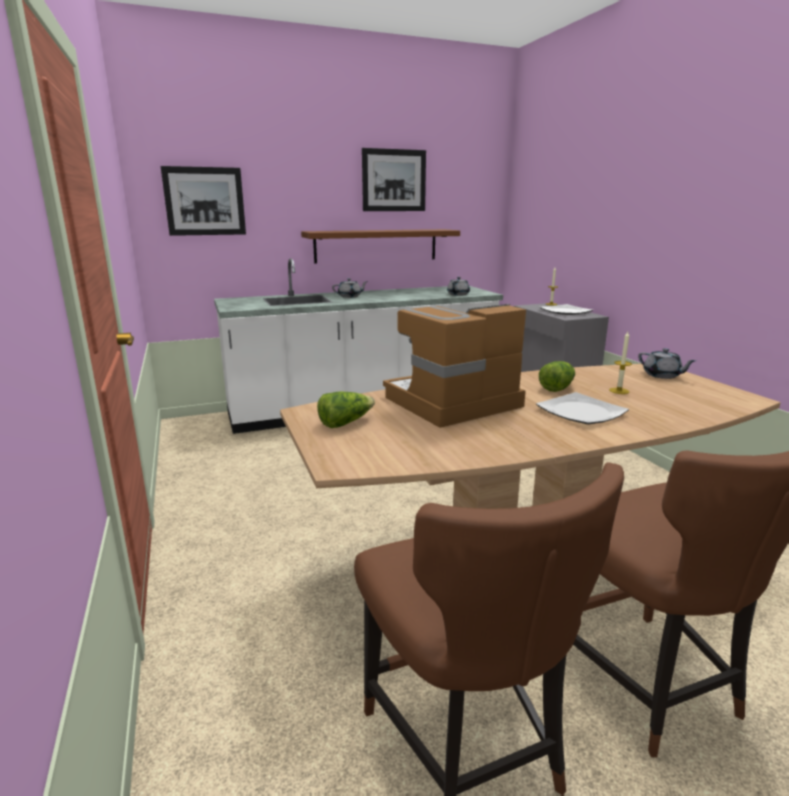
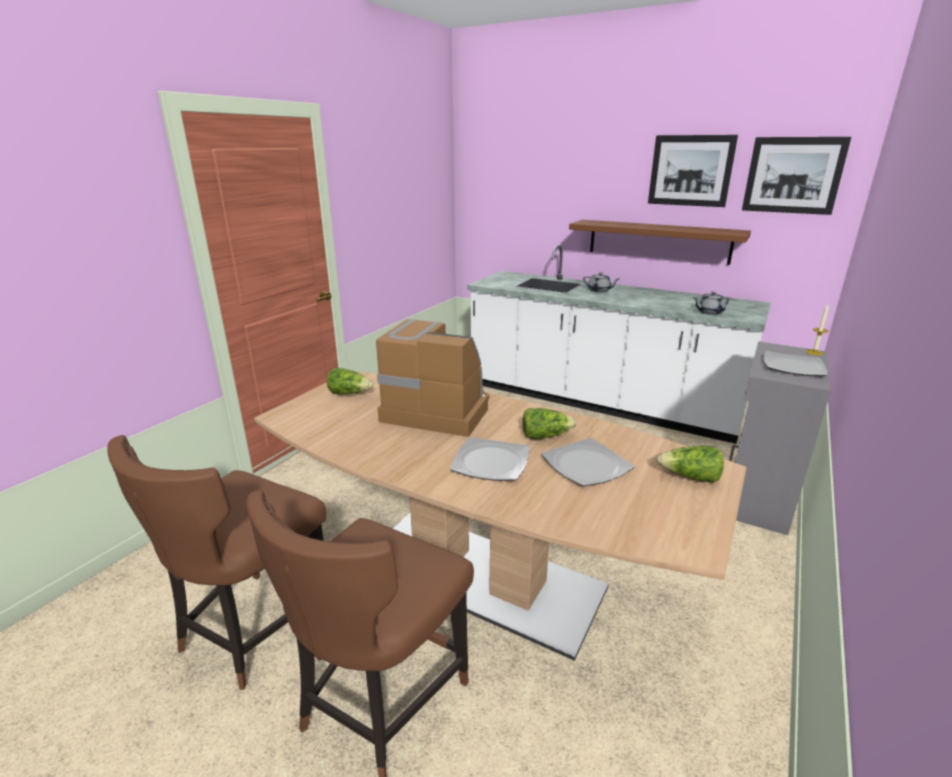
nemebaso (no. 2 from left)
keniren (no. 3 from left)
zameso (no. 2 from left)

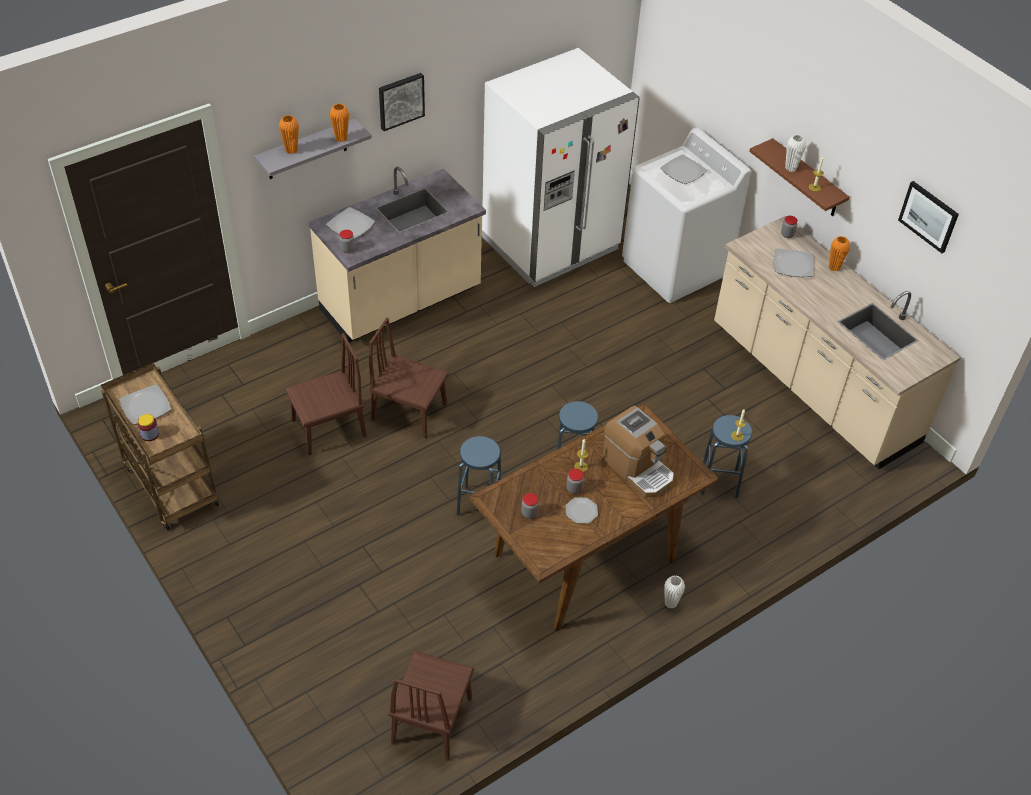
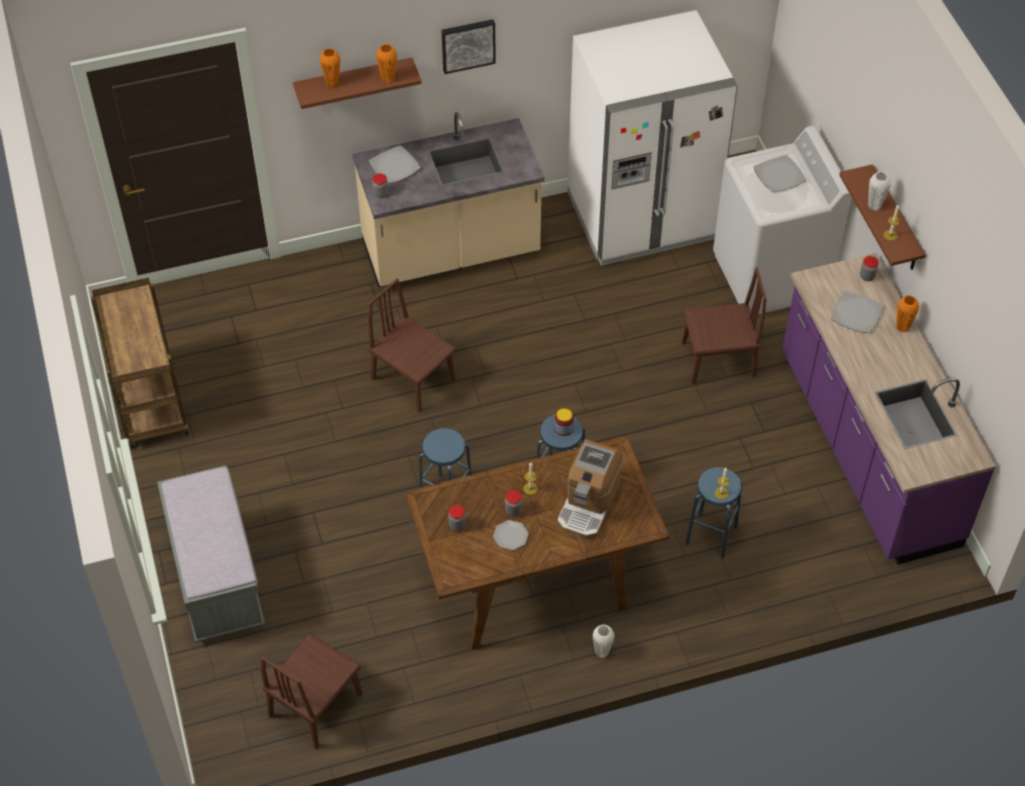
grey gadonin
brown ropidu (no. 1 from left)
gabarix (no. 4 from left)
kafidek
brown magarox (no. 3 from left)
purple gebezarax
nemebaso (no. 1 from left in the first image)
zameso (no. 2 from left in the first image)

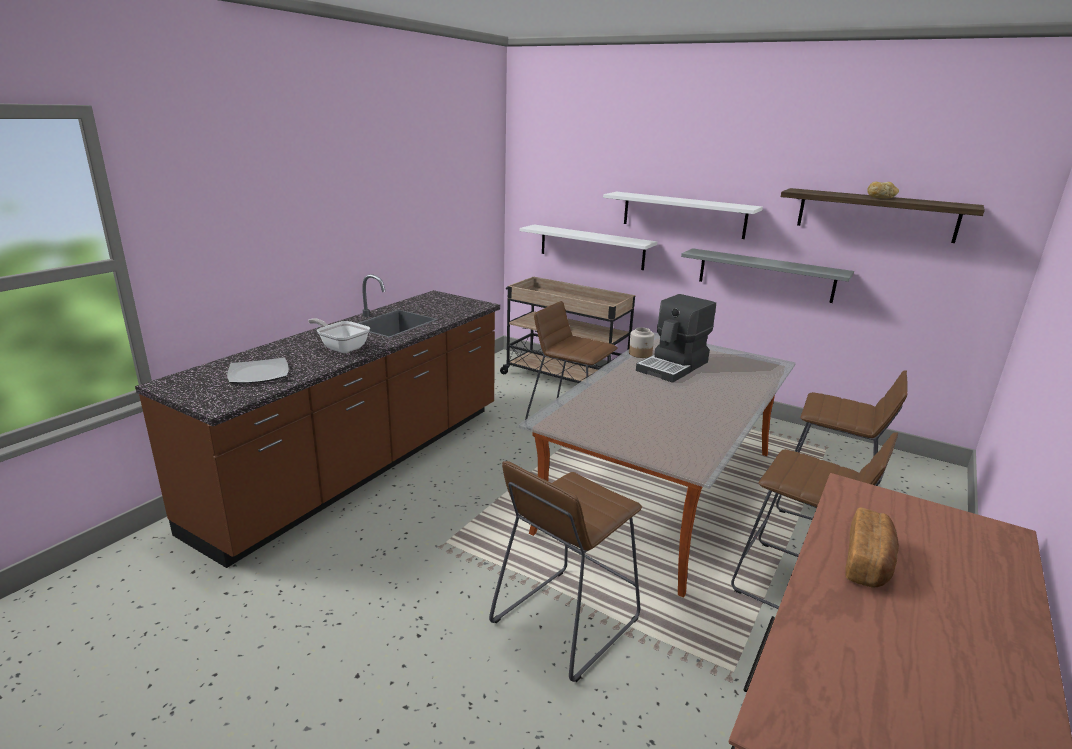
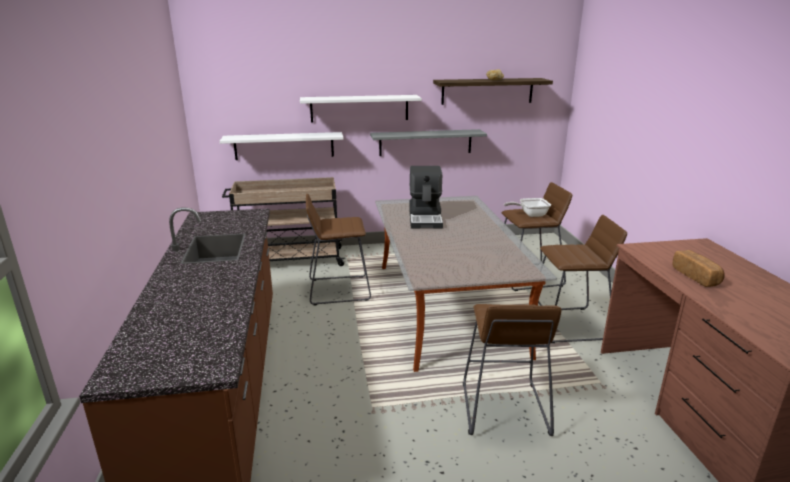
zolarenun
nemebaso
gabarix

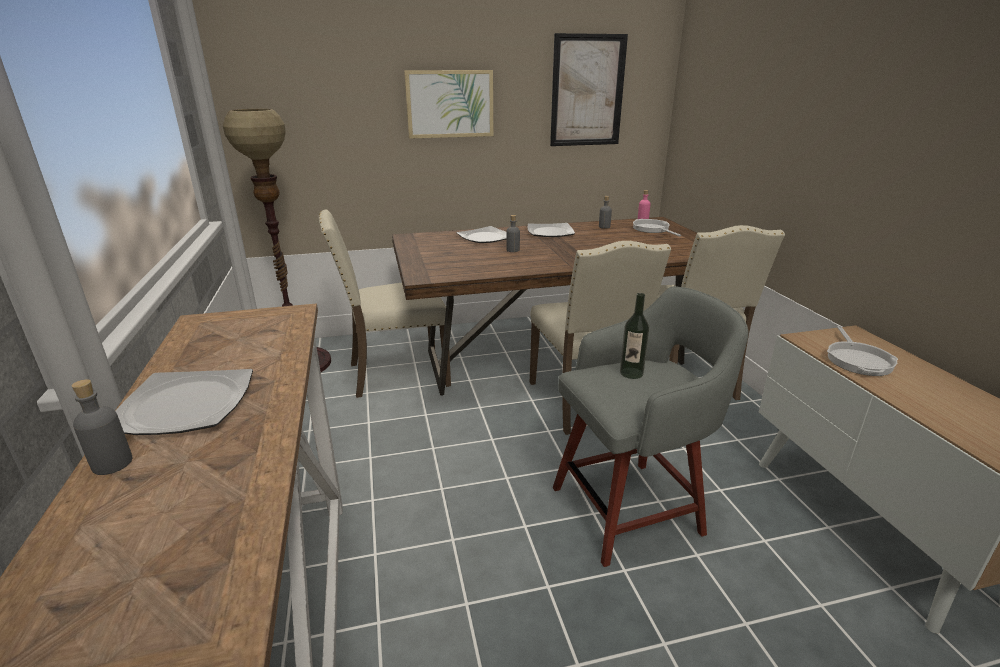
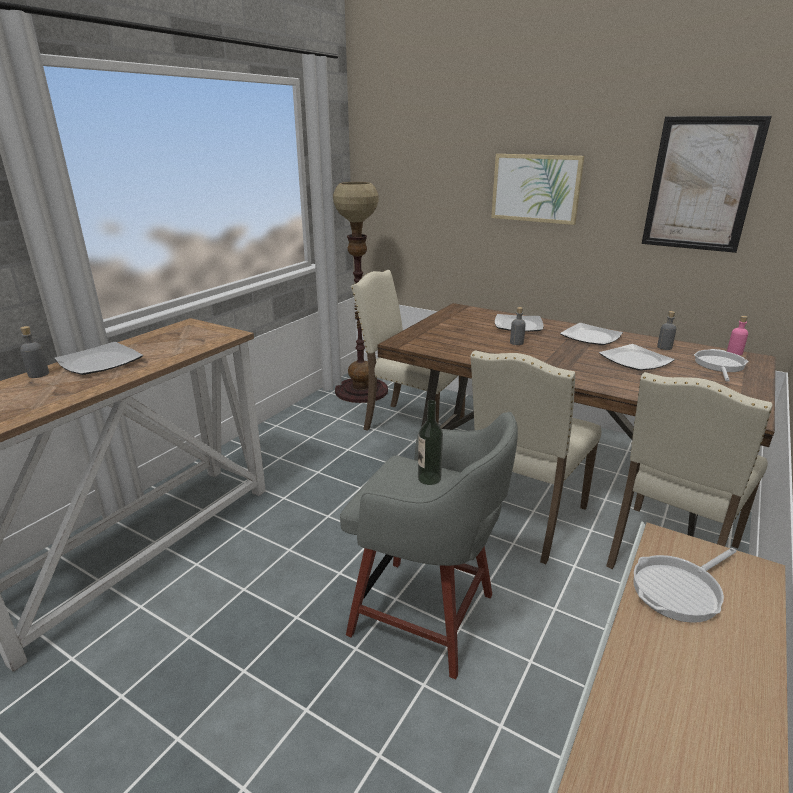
nemebaso (no. 4 from left)

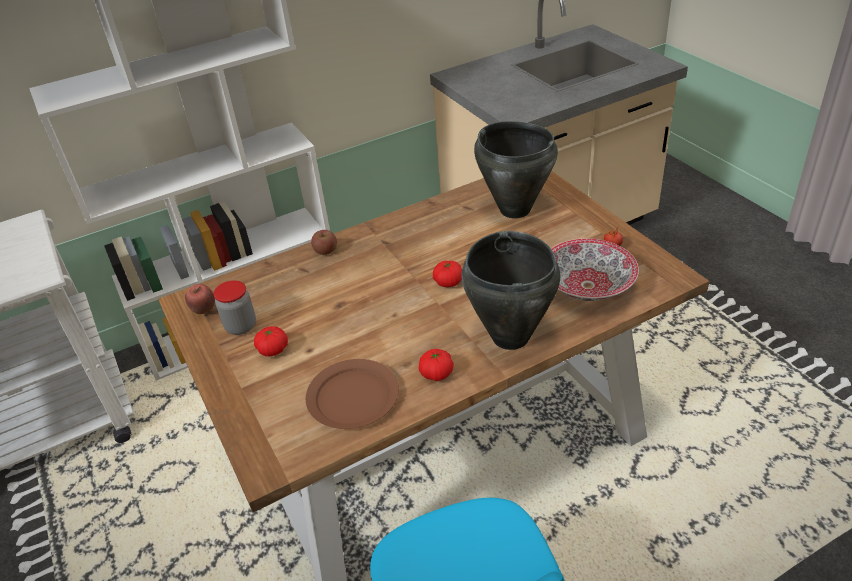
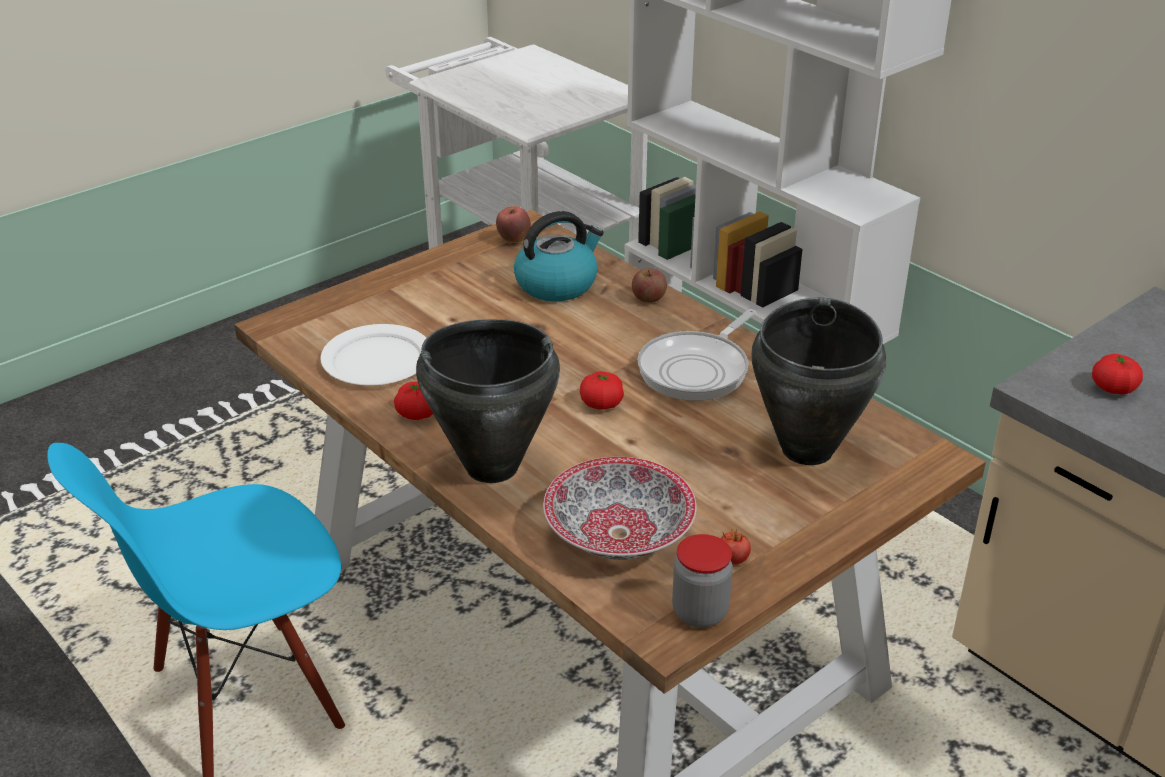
white nemebaso
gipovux
zolarenun
gabarix
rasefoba (no. 4 from left)

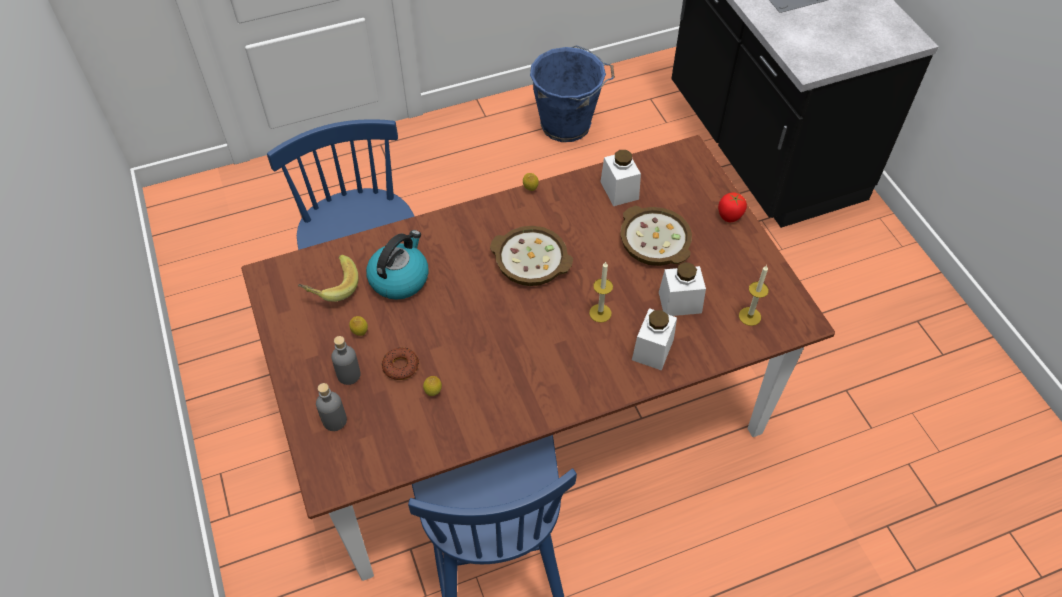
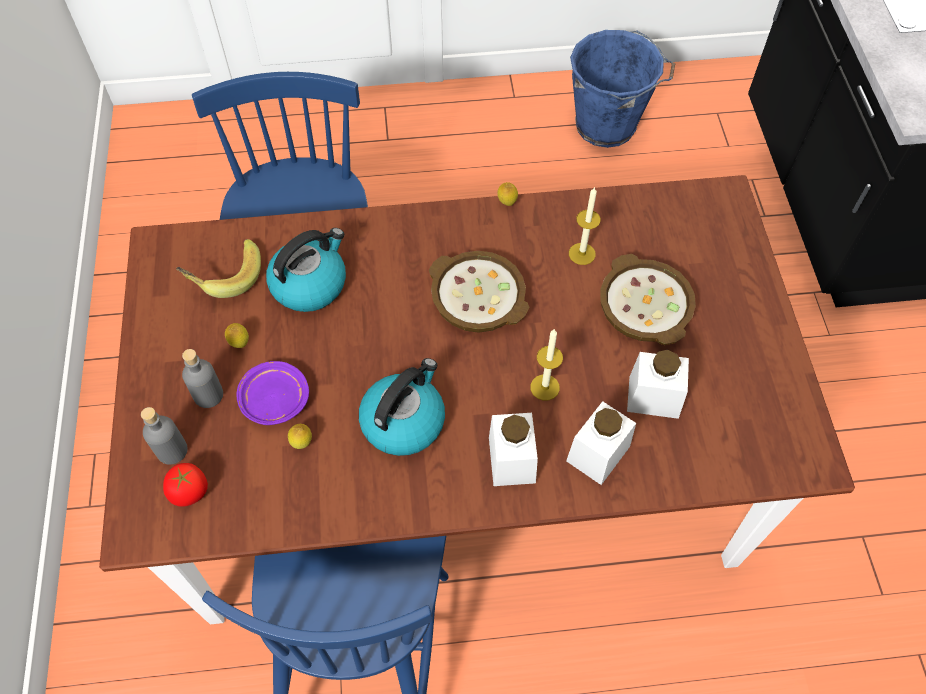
rasefoba
purple nemebaso
gipovux (no. 2 from left)
white gabarix (no. 1 from left)
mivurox (no. 2 from left)

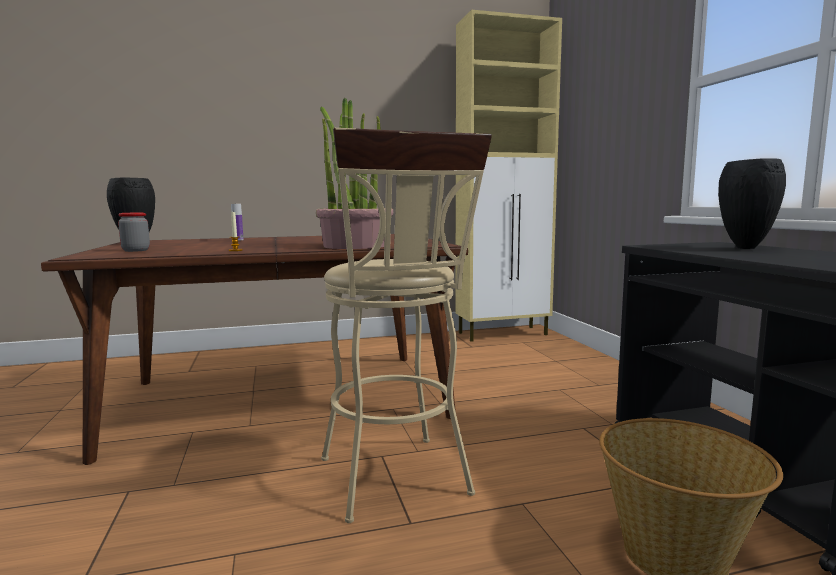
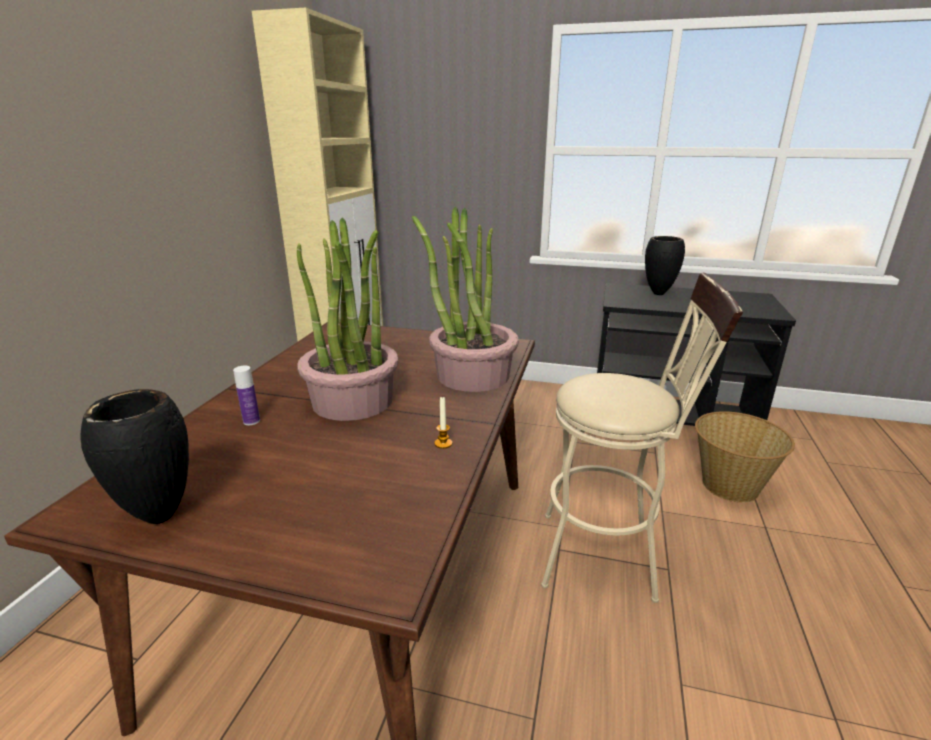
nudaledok (no. 1 from left)
gabarix

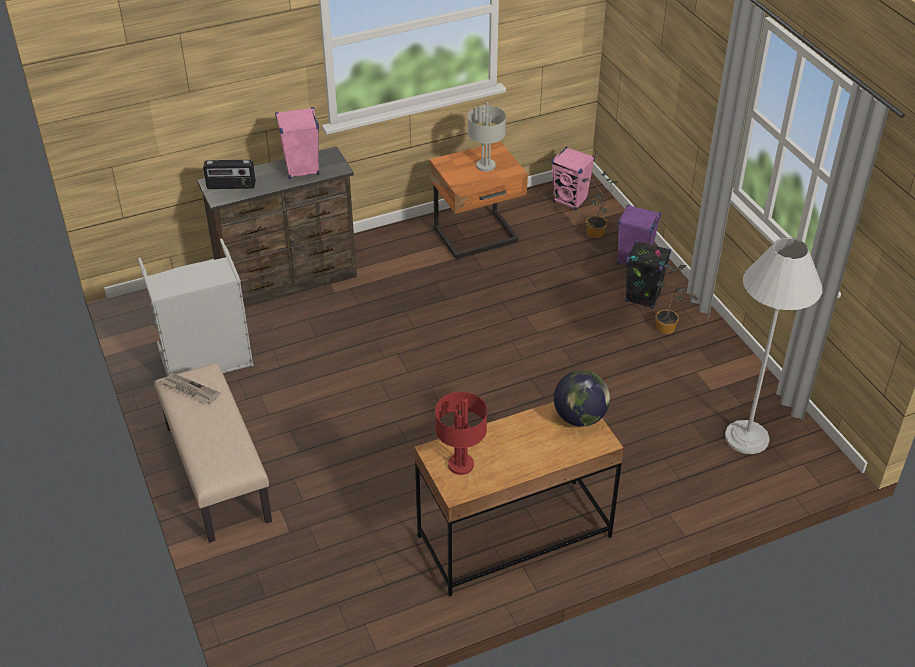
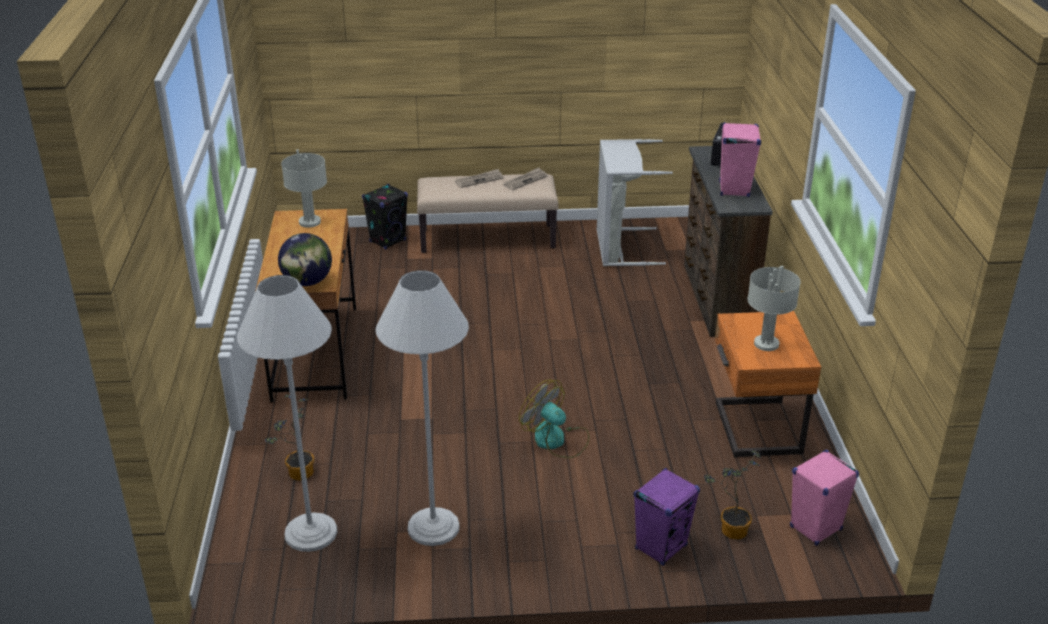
nudaledok (no. 1 from left)
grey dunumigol (no. 1 from left)
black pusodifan
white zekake (no. 2 from left)
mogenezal (no. 1 from left)
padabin

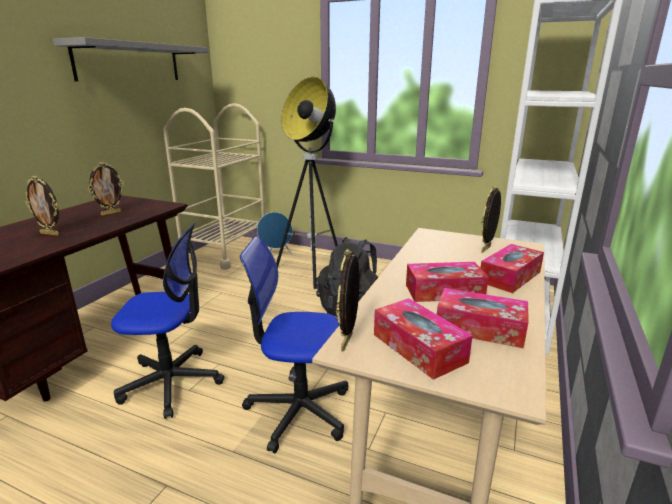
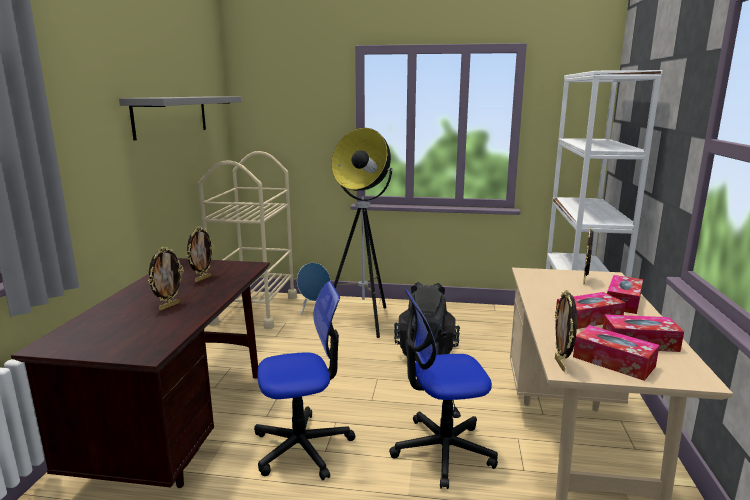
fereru (no. 1 from left)

